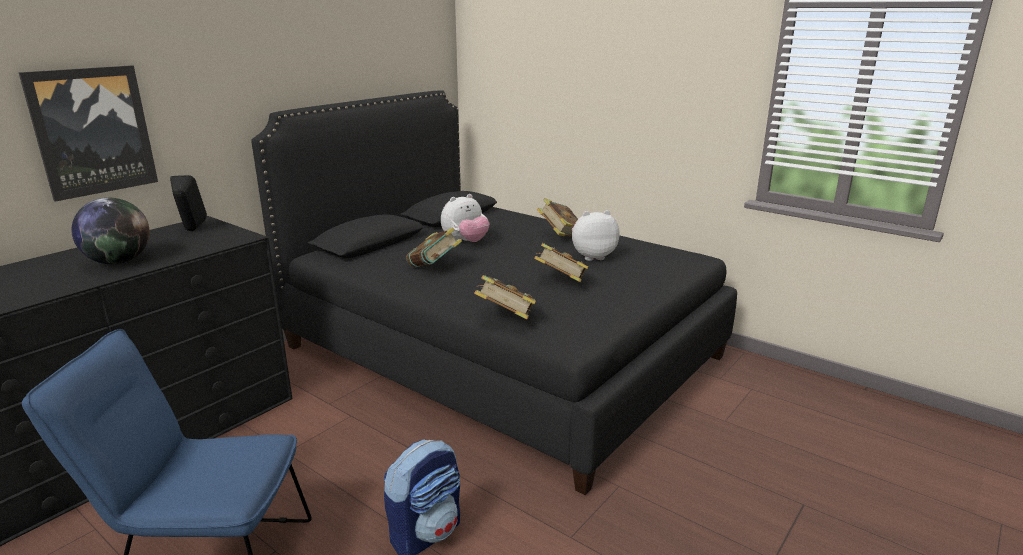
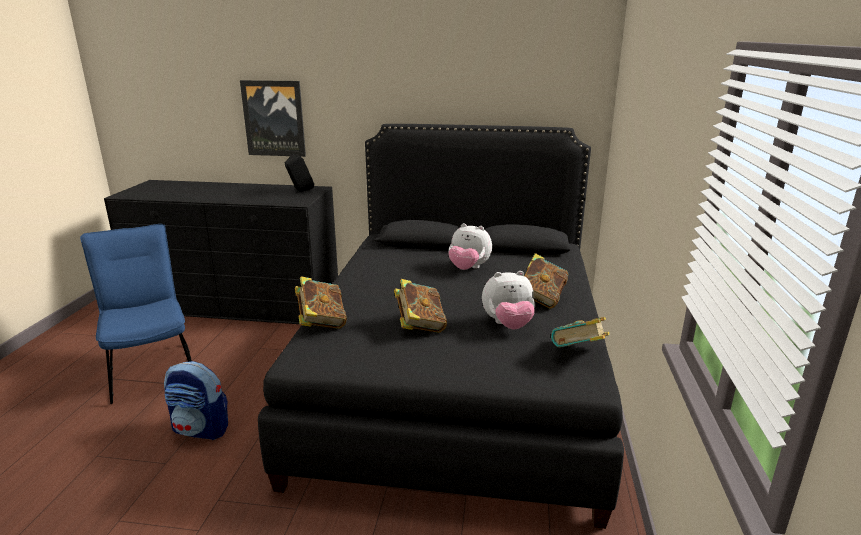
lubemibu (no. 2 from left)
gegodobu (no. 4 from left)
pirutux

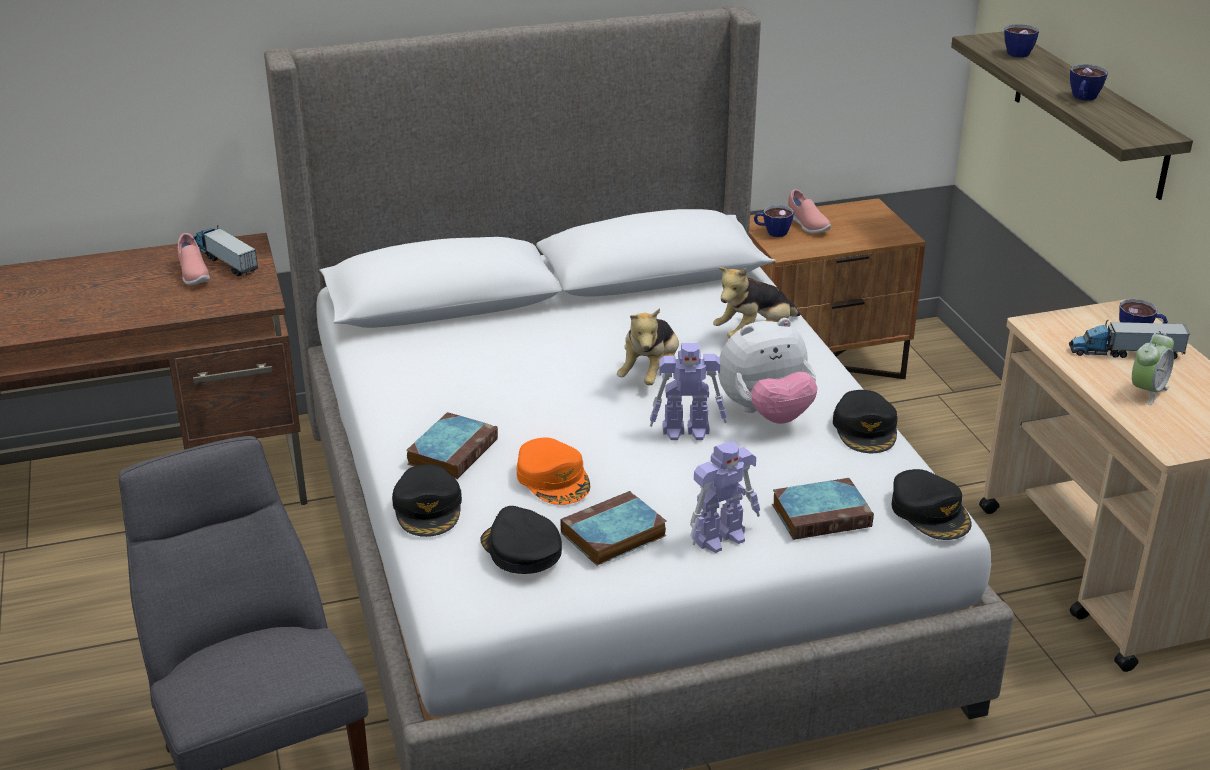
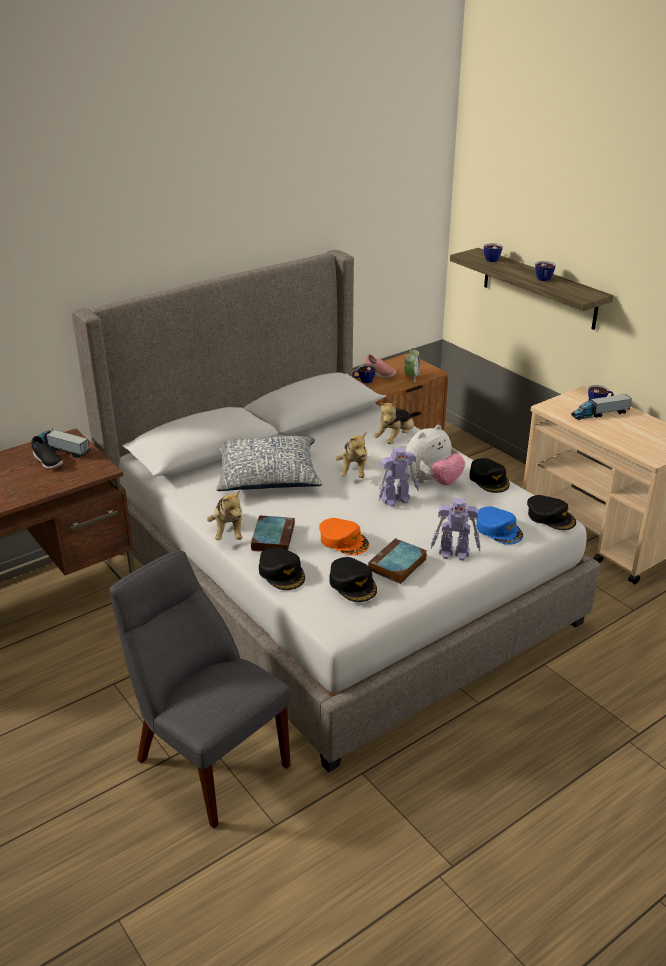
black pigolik
lubemibu (no. 1 from left)
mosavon
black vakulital (no. 2 from left)
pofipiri
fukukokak (no. 2 from left)
blue vakulital

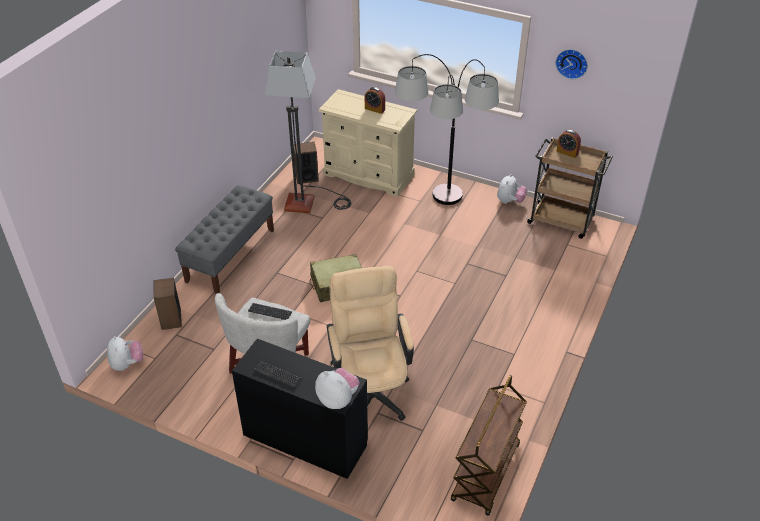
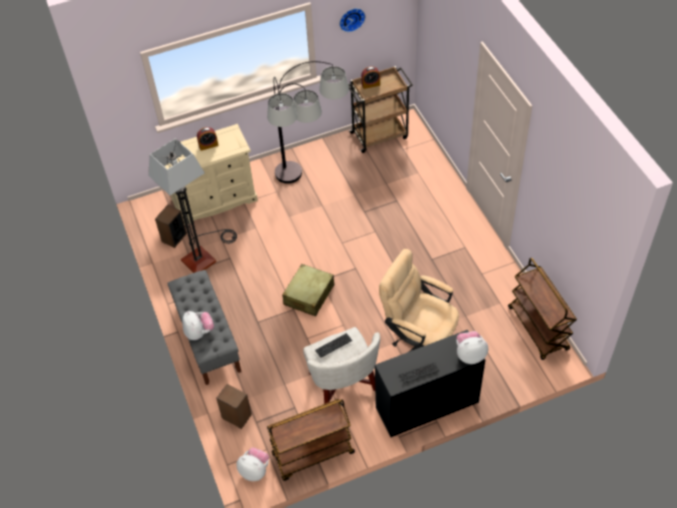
lubemibu (no. 1 from left)
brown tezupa (no. 1 from left)

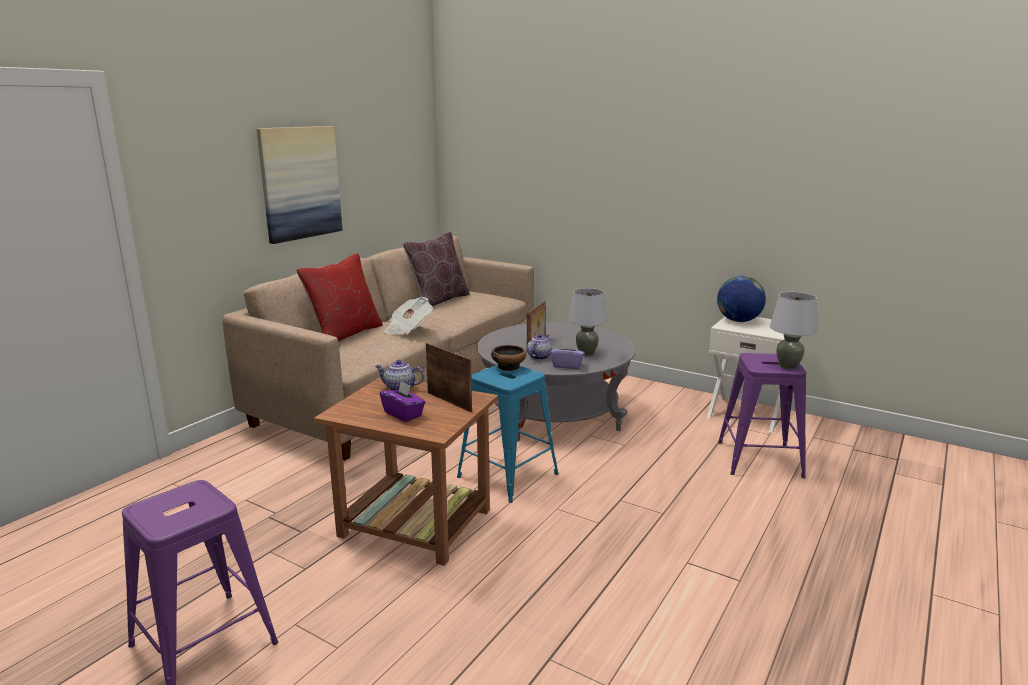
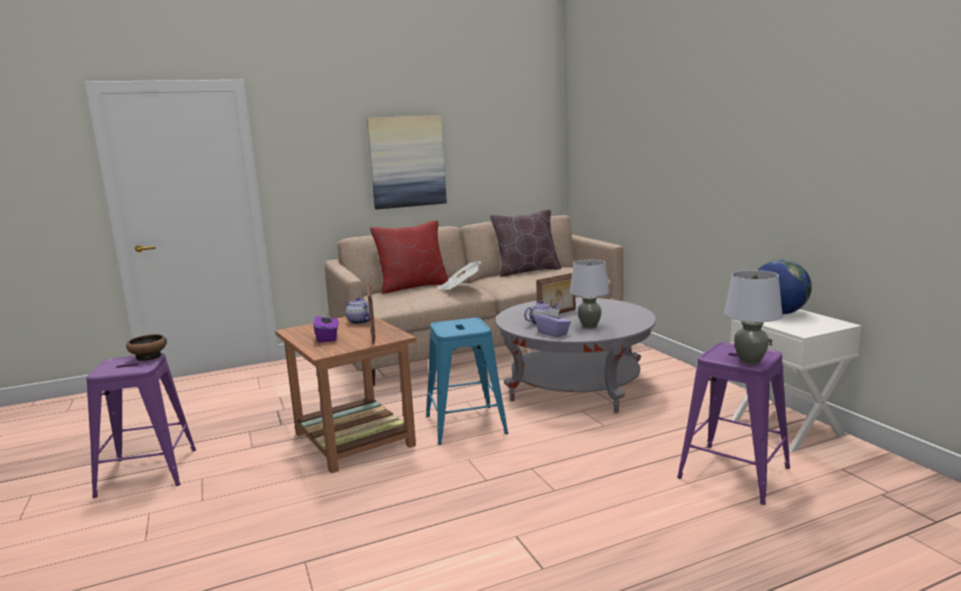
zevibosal

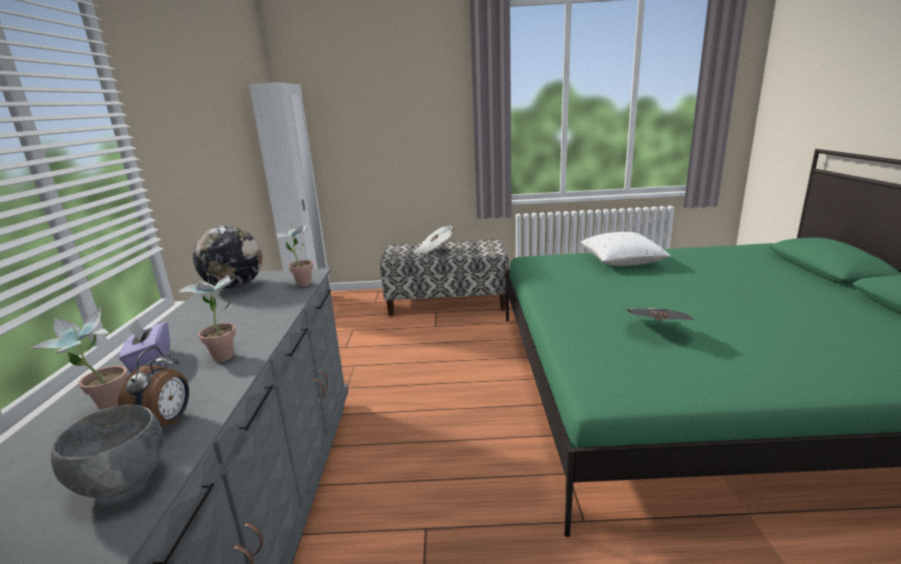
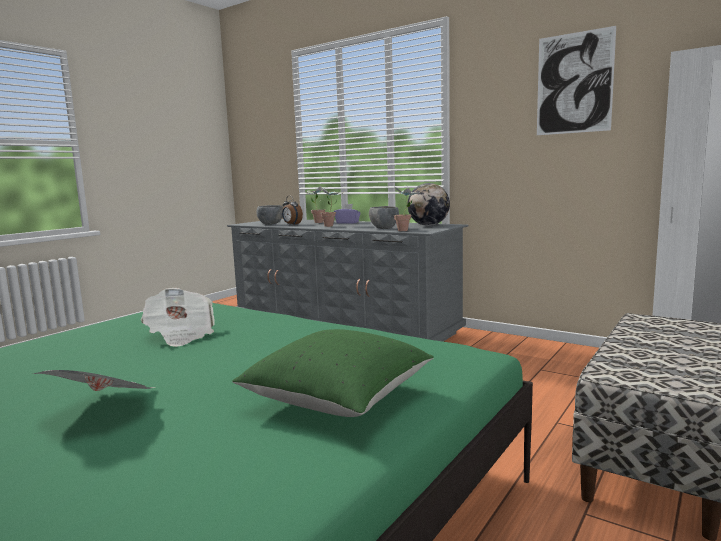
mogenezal (no. 1 from left)
green mosavon
grey zevibosal (no. 2 from left)
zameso

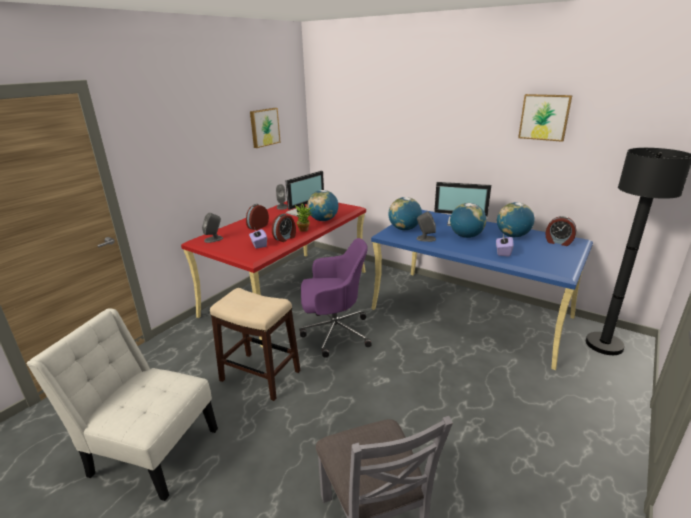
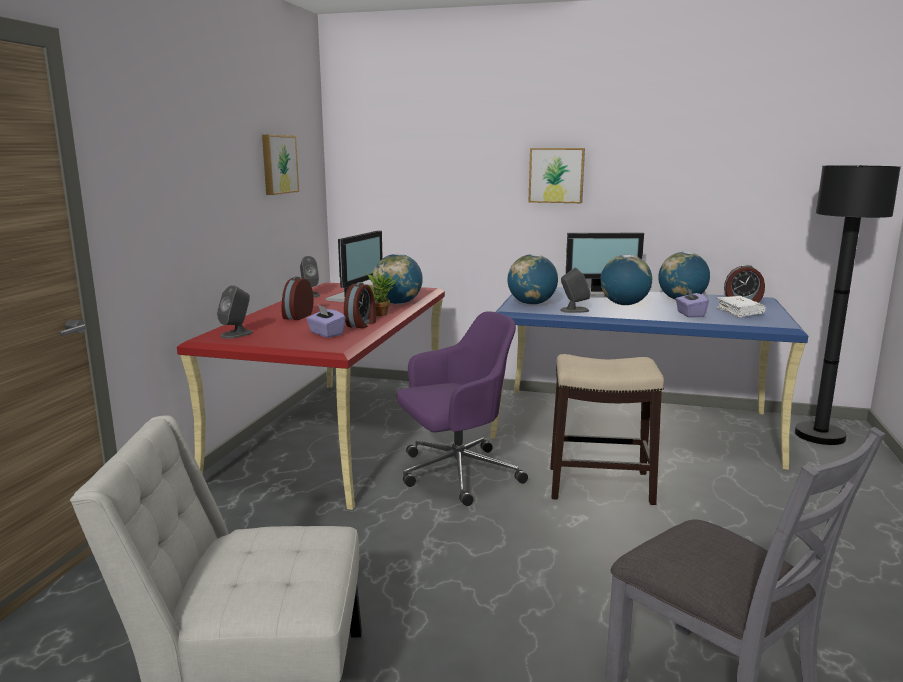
zameso (no. 2 from left)
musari
white gegodobu

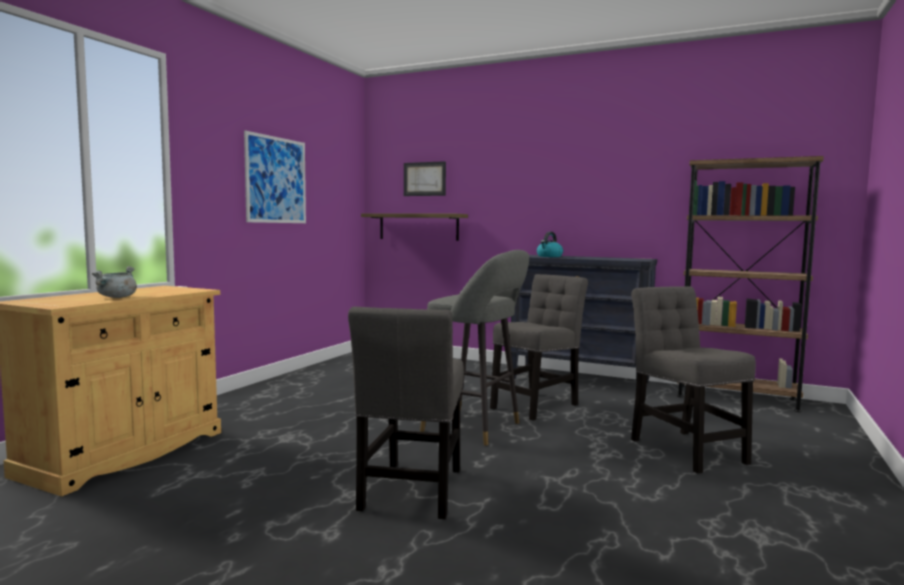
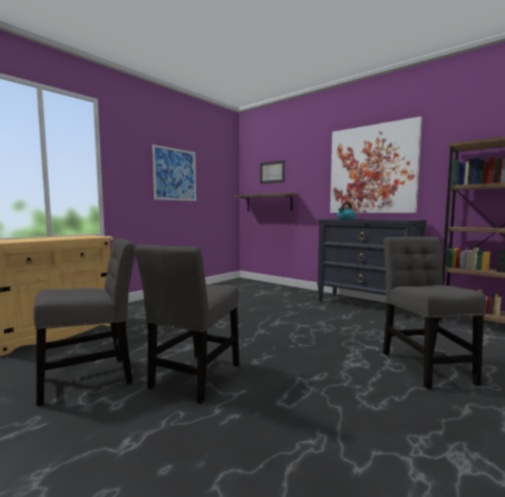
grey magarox (no. 1 from left)
zameso (no. 3 from left)
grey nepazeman
grey musari

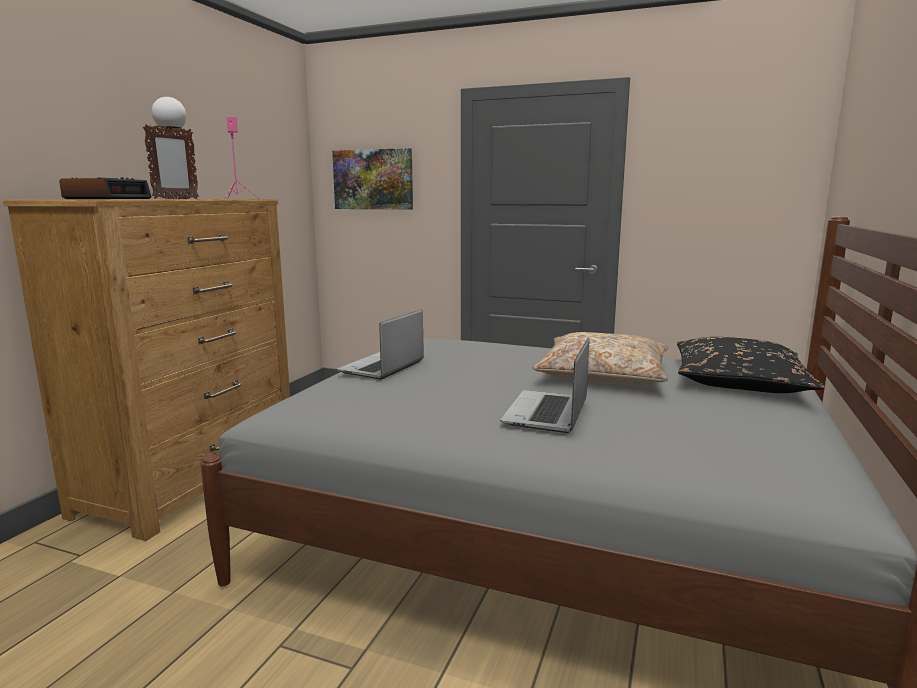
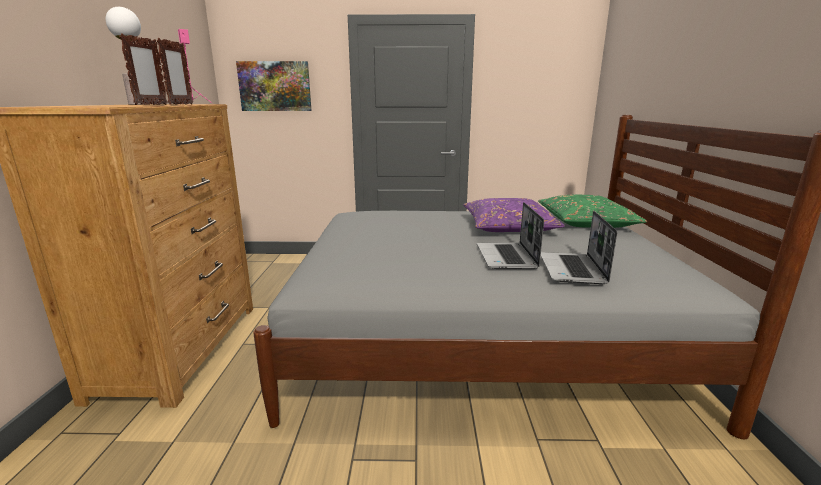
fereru (no. 2 from left)
purple mosavon
green mosavon
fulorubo (no. 2 from left)
pofipiri

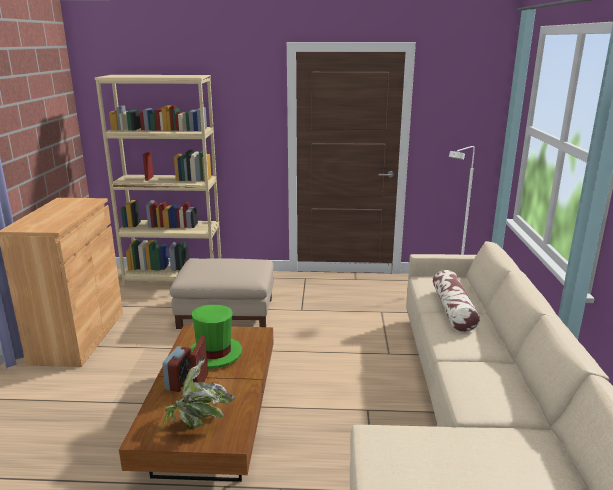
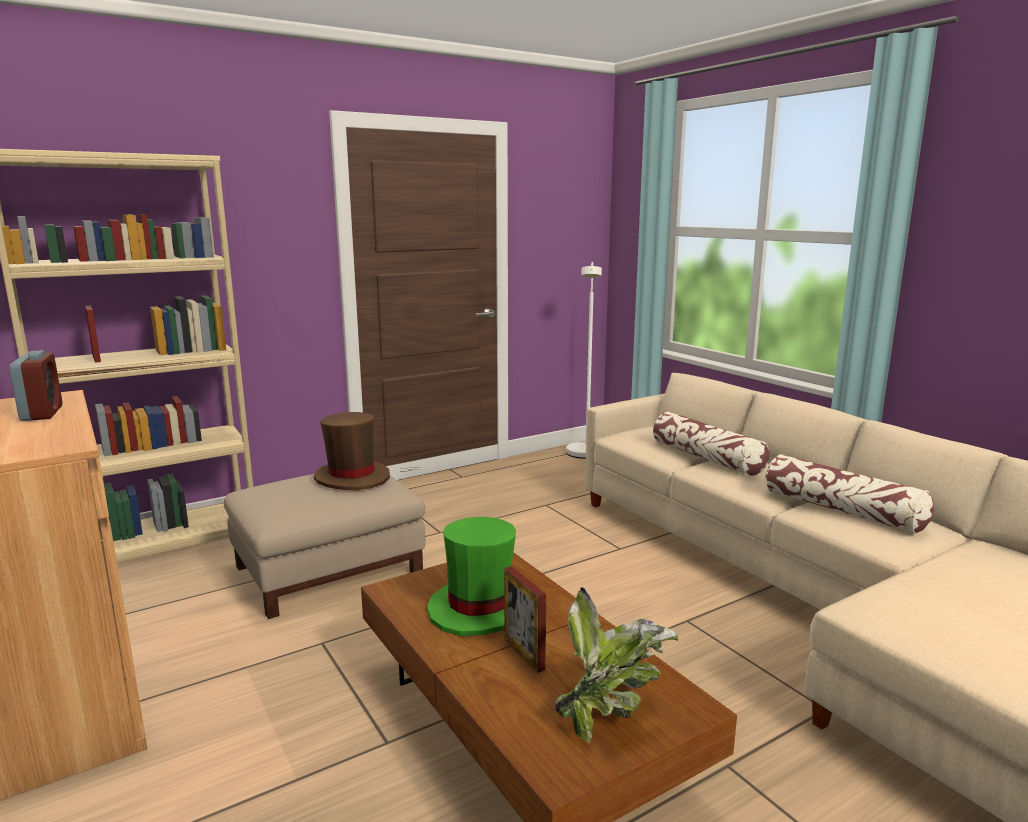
pofipiri
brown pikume
mosavon (no. 2 from left)

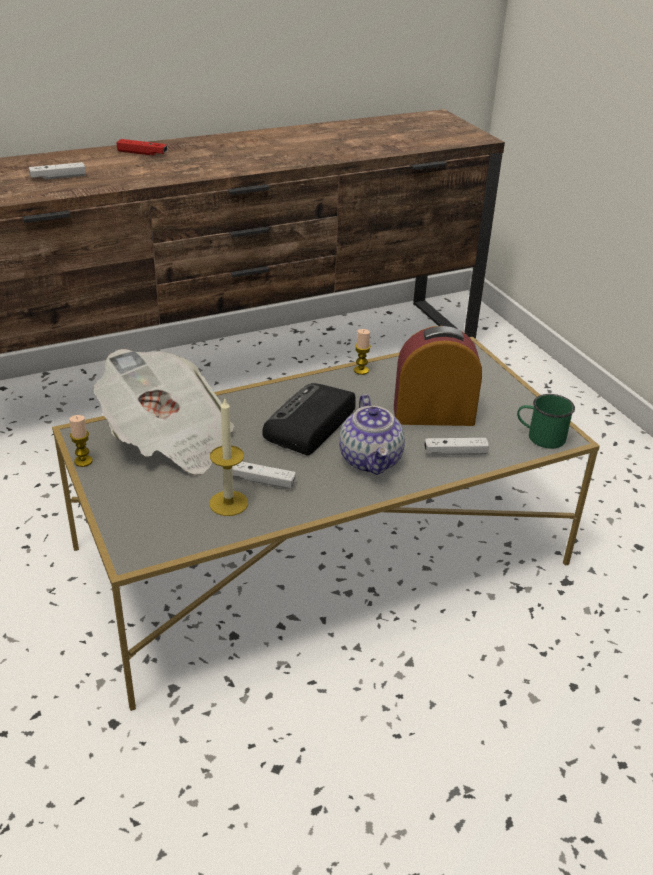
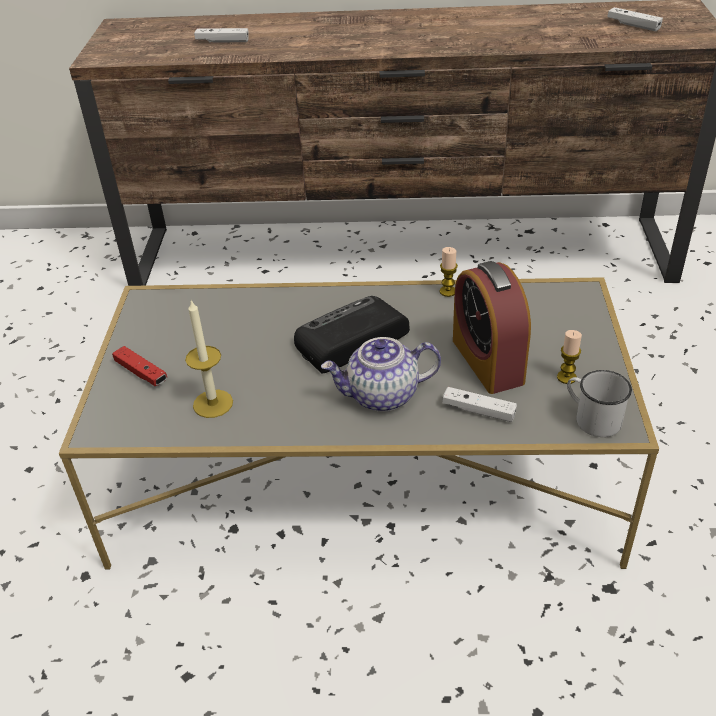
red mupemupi
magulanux
pofipiri
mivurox (no. 3 from left)
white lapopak
white mupemupi (no. 3 from left)
mogenezal

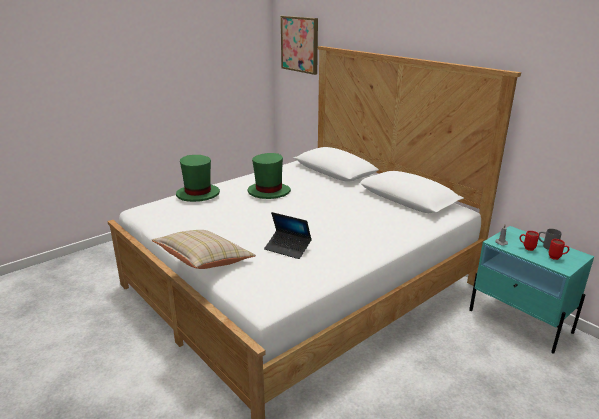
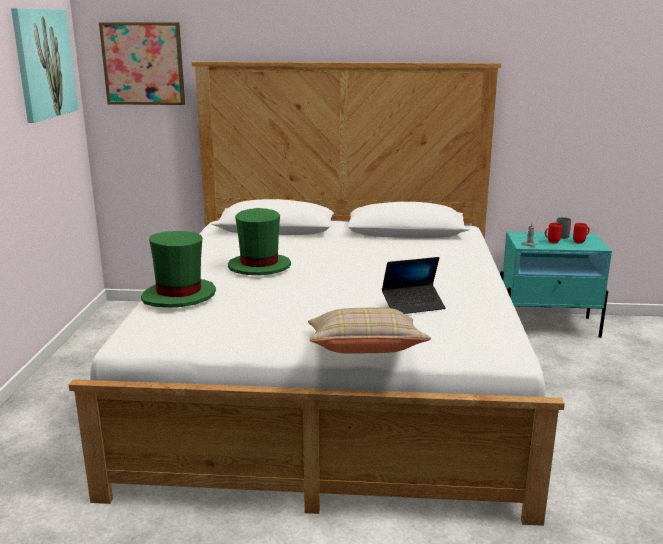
zameso (no. 1 from left)

